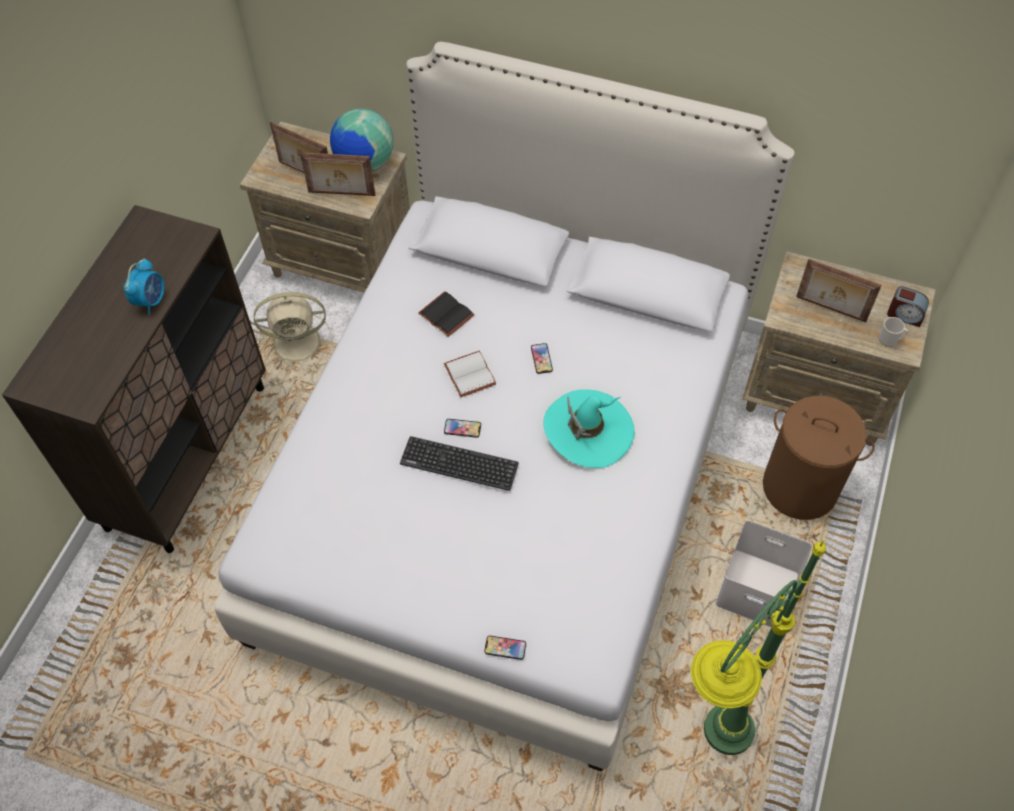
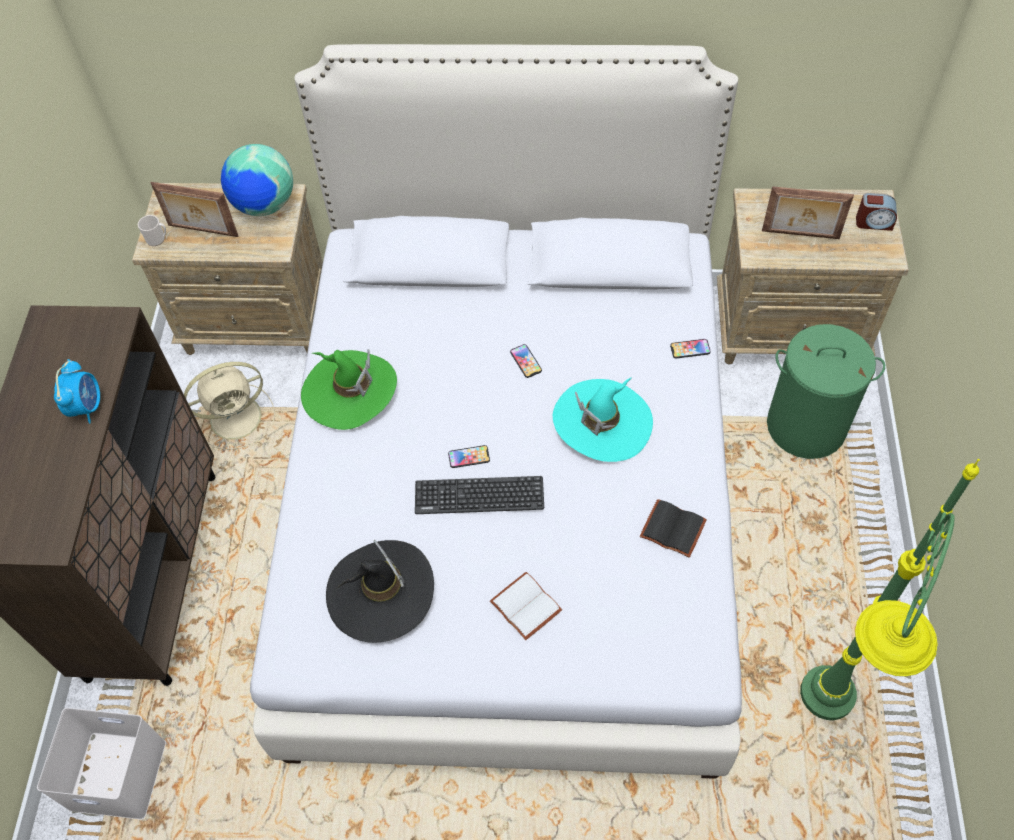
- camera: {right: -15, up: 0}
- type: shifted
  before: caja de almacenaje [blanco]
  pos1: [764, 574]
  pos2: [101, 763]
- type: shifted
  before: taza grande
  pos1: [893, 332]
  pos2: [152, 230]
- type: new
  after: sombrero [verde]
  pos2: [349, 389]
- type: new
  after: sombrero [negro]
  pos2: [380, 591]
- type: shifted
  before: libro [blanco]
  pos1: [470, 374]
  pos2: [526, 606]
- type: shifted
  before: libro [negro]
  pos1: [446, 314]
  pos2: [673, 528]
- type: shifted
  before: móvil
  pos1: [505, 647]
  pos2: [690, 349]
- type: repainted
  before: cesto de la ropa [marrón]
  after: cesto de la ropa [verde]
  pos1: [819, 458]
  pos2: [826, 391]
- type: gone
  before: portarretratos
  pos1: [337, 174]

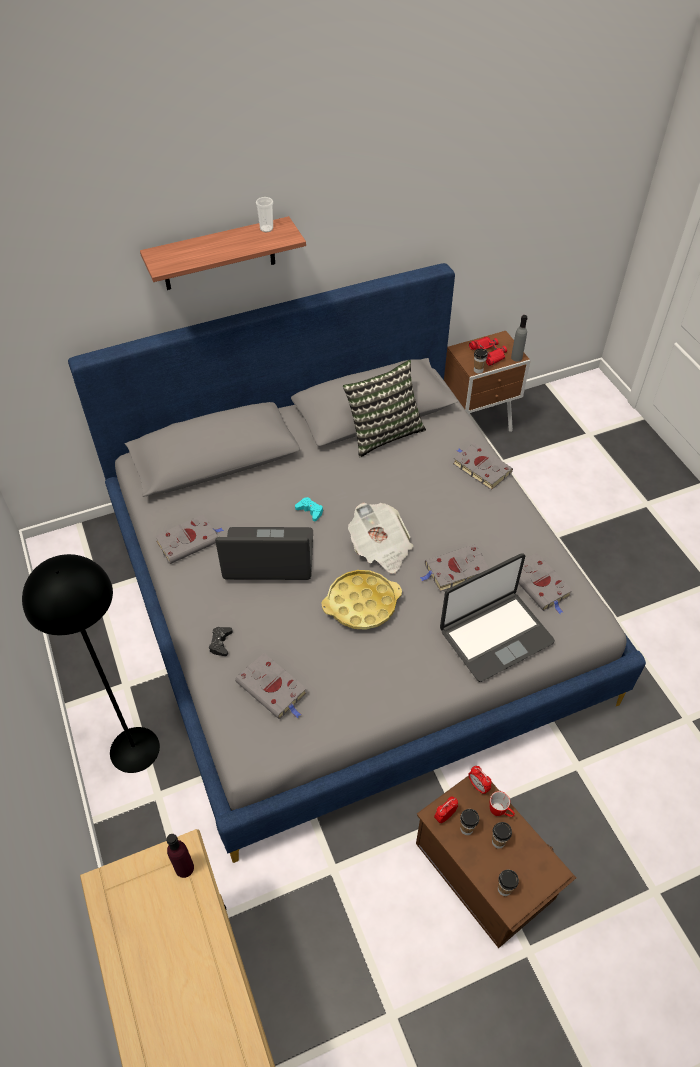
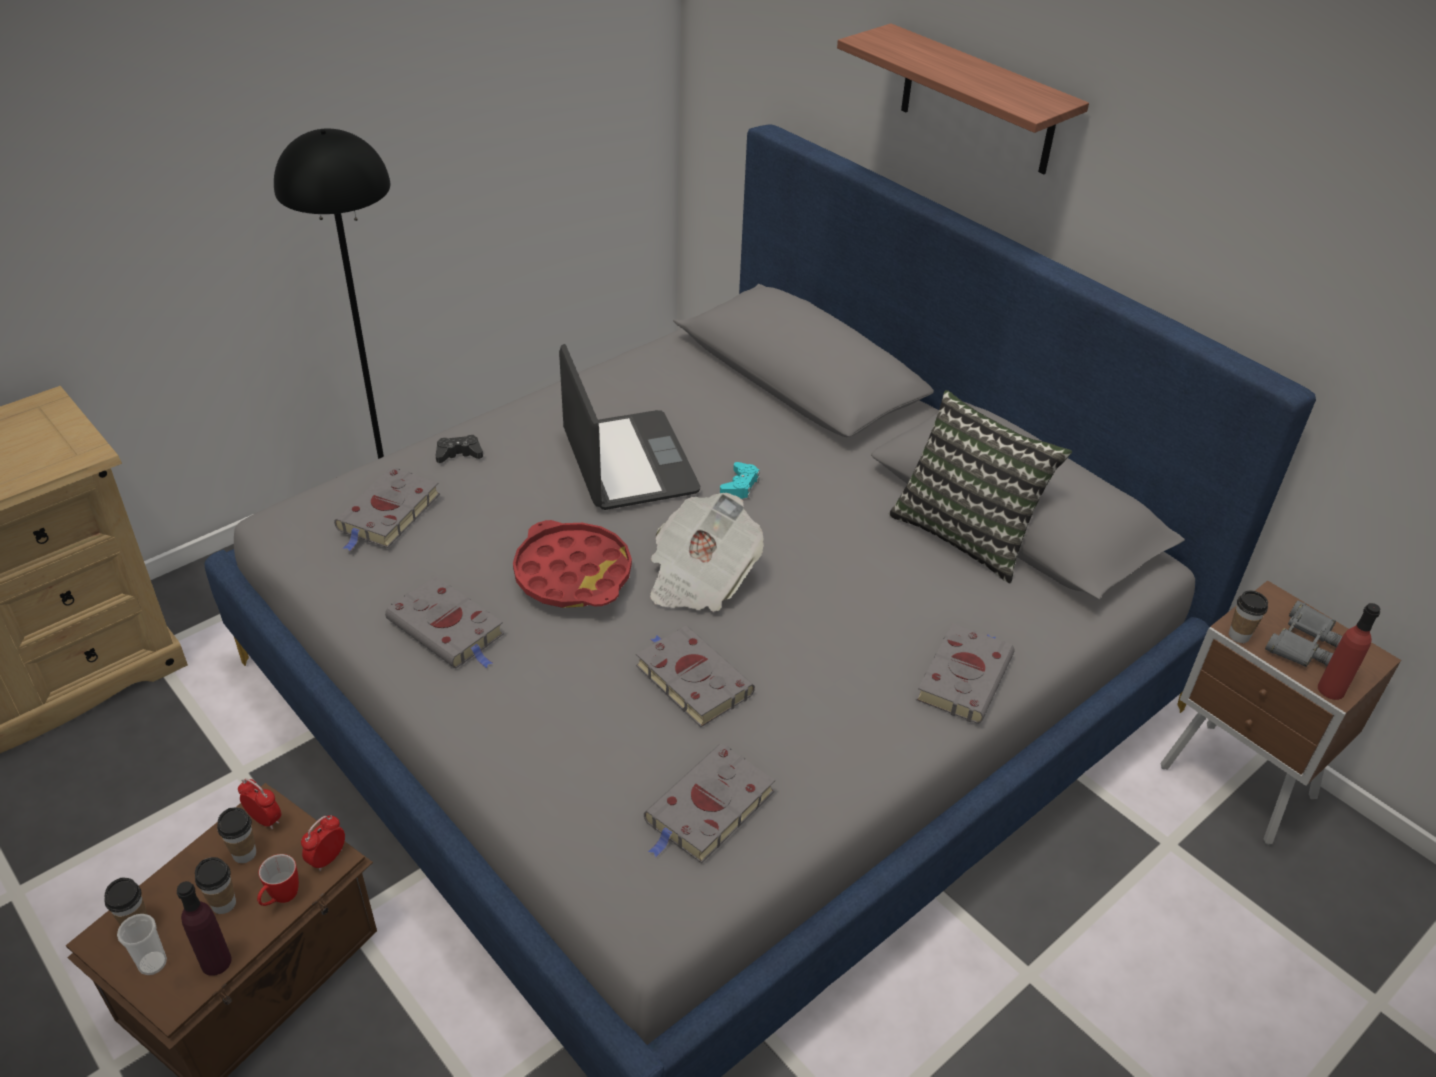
- camera: {right: 70, up: -10}
- type: shifted
  before: taza
  pos1: [264, 214]
  pos2: [142, 944]
- type: shifted
  before: botella [morado]
  pos1: [180, 856]
  pos2: [204, 928]
- type: shifted
  before: libro [gris]
  pos1: [189, 539]
  pos2: [444, 622]
- type: repainted
  before: bandeja [amarillo]
  after: bandeja [rojo]
  pos1: [362, 600]
  pos2: [572, 564]
- type: repainted
  before: prismáticos [rojo]
  after: prismáticos [gris]
  pos1: [488, 351]
  pos2: [1304, 634]
- type: repainted
  before: botella [gris]
  after: botella [rojo]
  pos1: [519, 338]
  pos2: [1349, 651]
- type: gone
  before: portátil
  pos1: [497, 617]

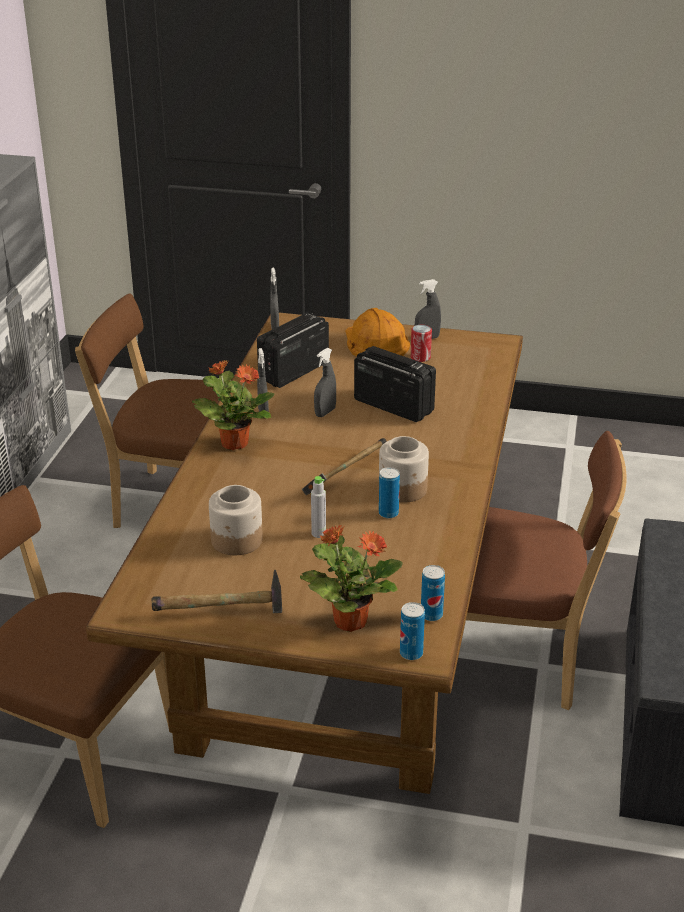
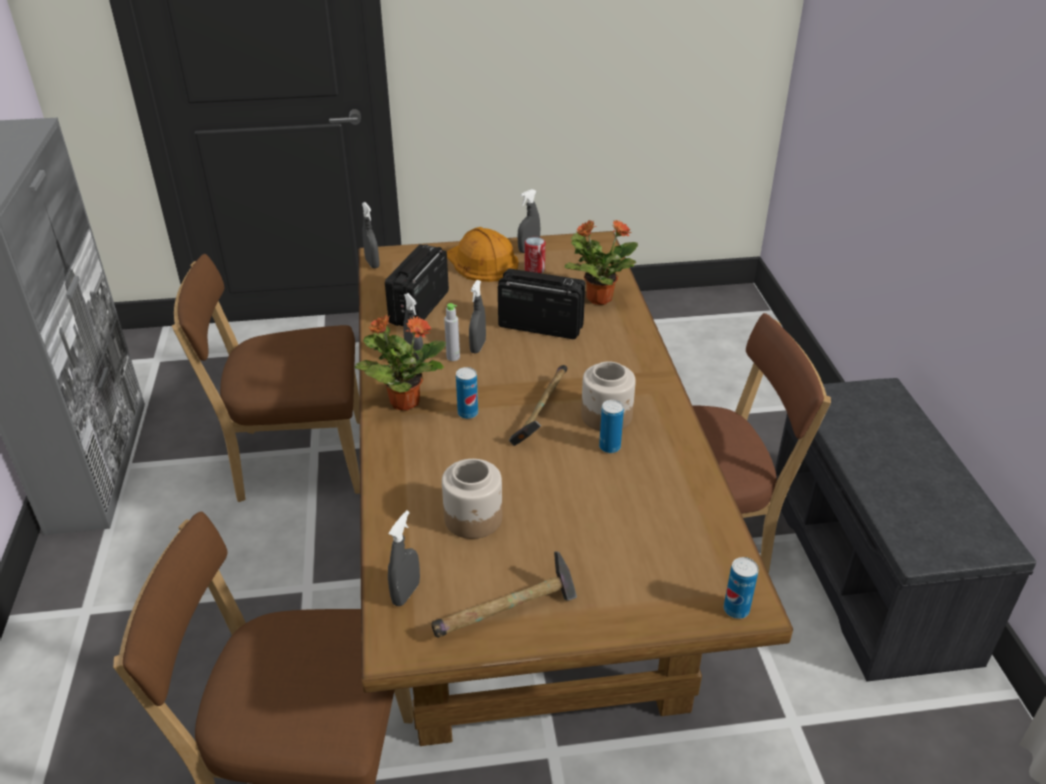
- camera: {right: -20, up: 5}
- type: new
  after: pulverizador [gris]
  pos2: [404, 558]
- type: shifted
  before: botella [gris]
  pos1: [318, 507]
  pos2: [452, 332]
- type: shifted
  before: lata
  pos1: [433, 593]
  pos2: [467, 393]
- type: shifted
  before: planta en maceta
  pos1: [351, 578]
  pos2: [601, 262]

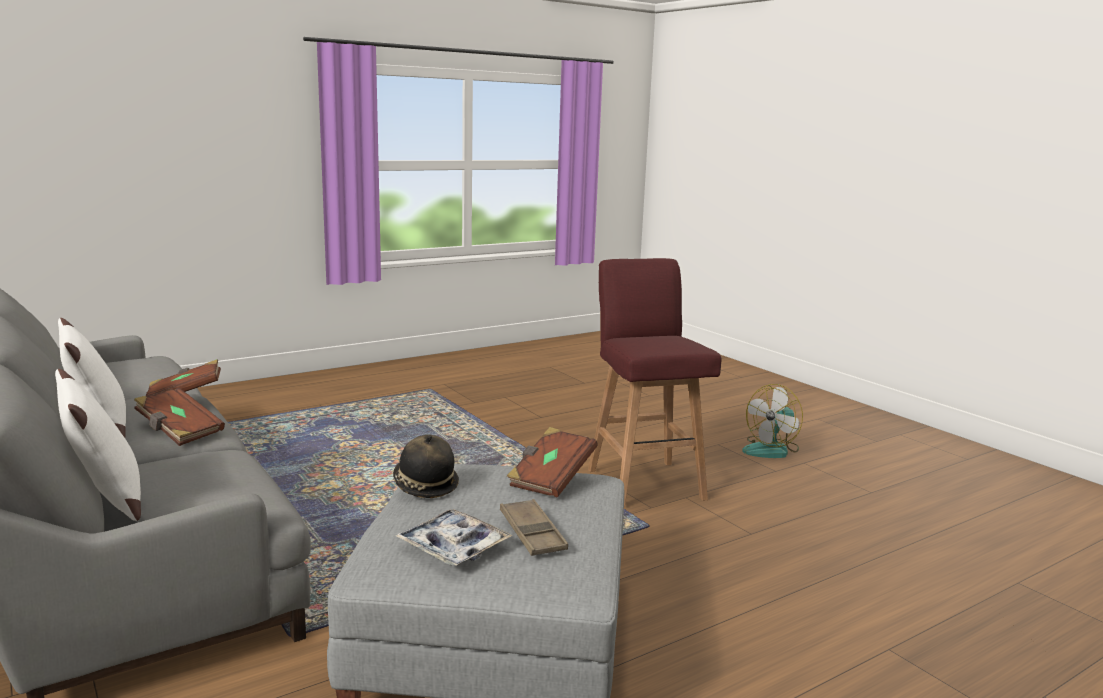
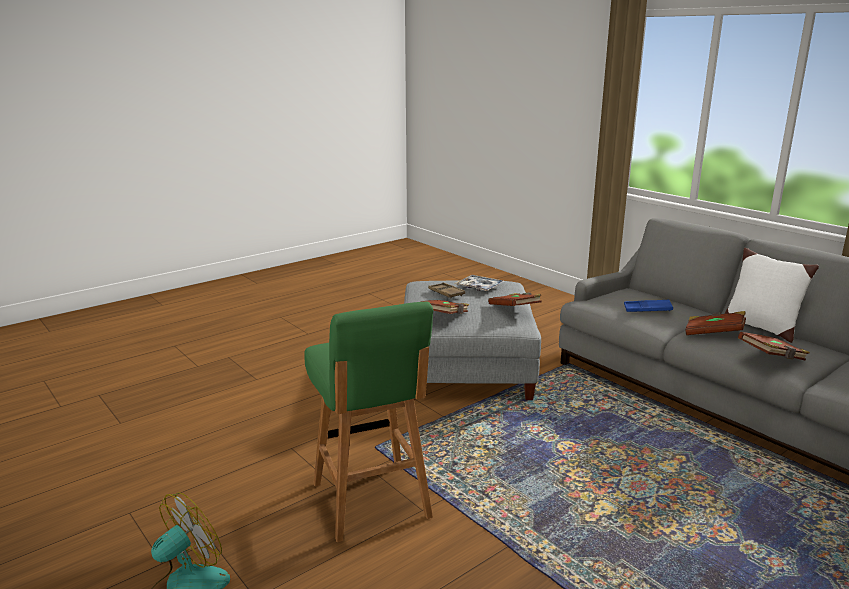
- camera: {right: 175, up: 5}
- type: repainted
  before: taburete [rojo]
  after: taburete [verde]
  pos1: [655, 383]
  pos2: [368, 421]
- type: swapped
  before: sombrero
  after: libro [marrón]
  pos1: [426, 466]
  pos2: [515, 299]
- type: new
  after: bandeja [azul]
  pos2: [648, 306]
- type: gone
  before: cojín [blanco]
  pos1: [98, 445]

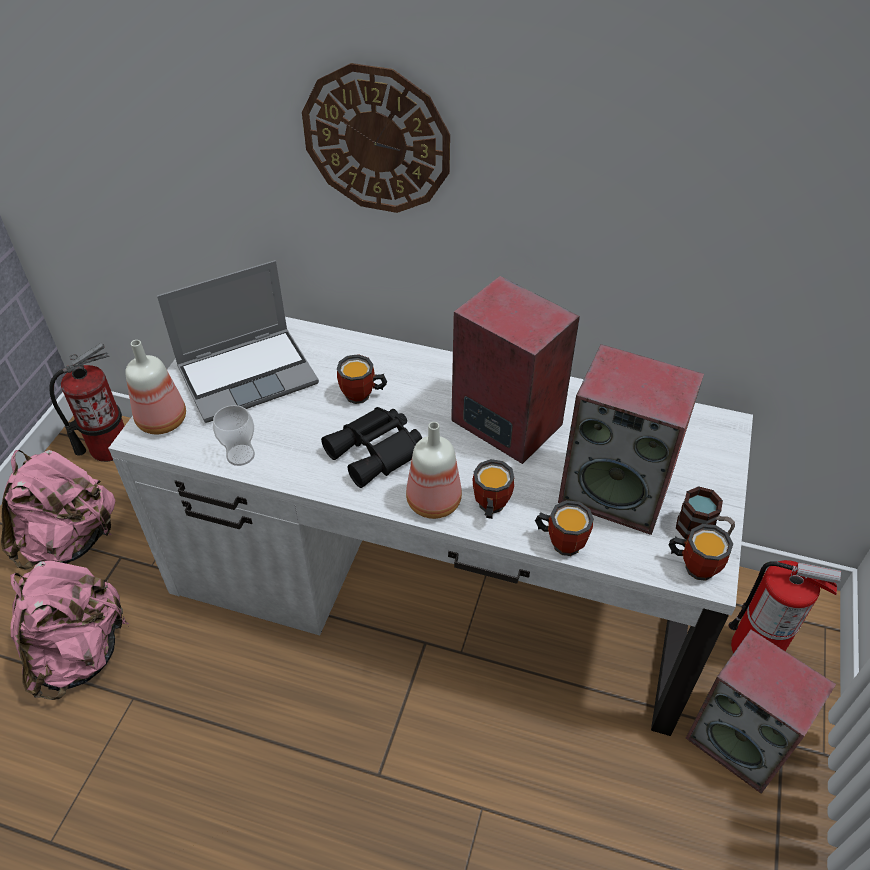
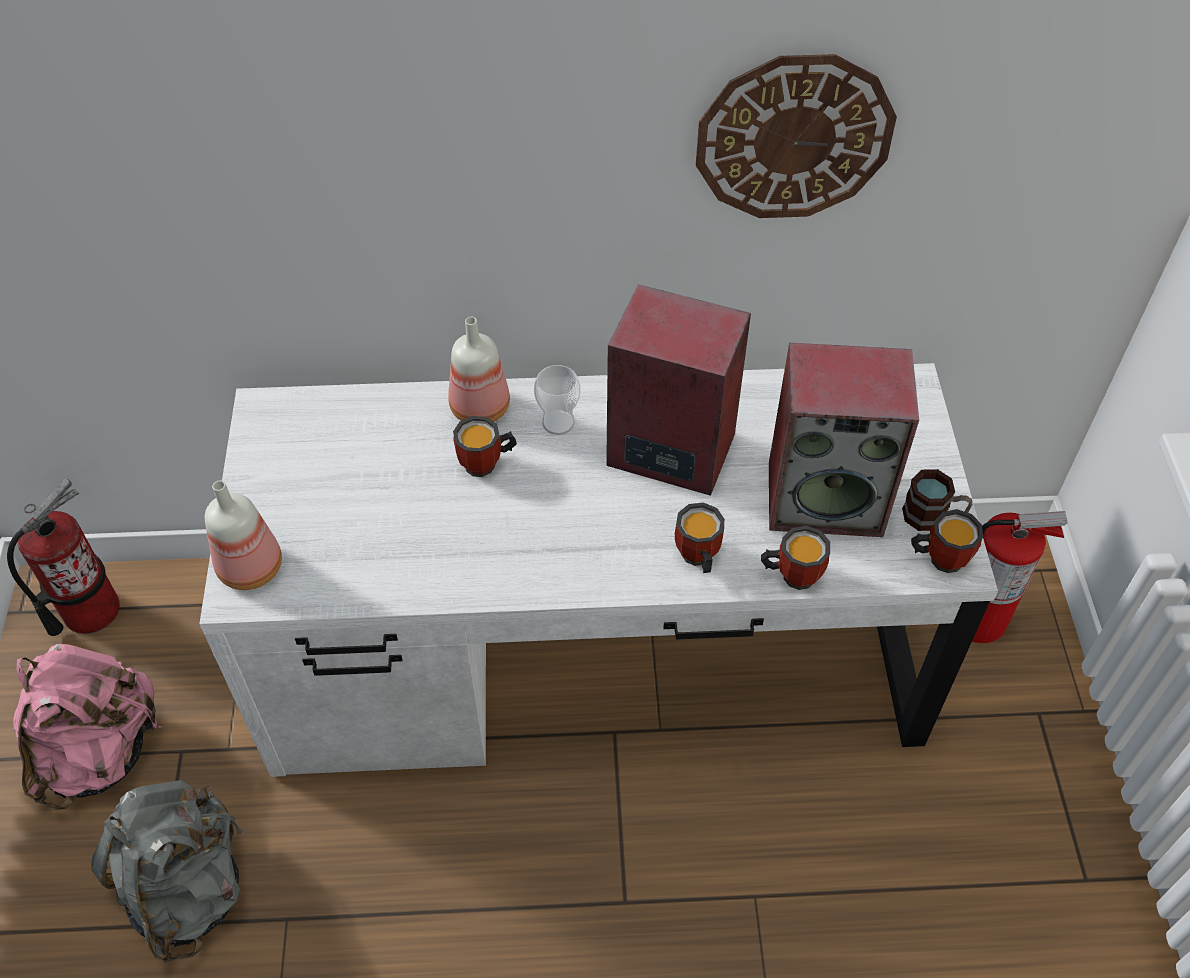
- camera: {right: -20, up: 5}
- type: repainted
  before: mochila [rosa]
  after: mochila [gris]
  pos1: [69, 630]
  pos2: [167, 871]
- type: shifted
  before: botella
  pos1: [434, 470]
  pos2: [479, 369]
- type: shifted
  before: taza
  pos1: [234, 435]
  pos2: [557, 400]
- type: shifted
  before: reloj de pared
  pos1: [376, 138]
  pos2: [796, 136]
- type: gone
  before: portátil
  pos1: [238, 341]
- type: gone
  before: prismáticos [negro]
  pos1: [371, 447]
- type: gone
  before: altavoz
  pos1: [761, 712]

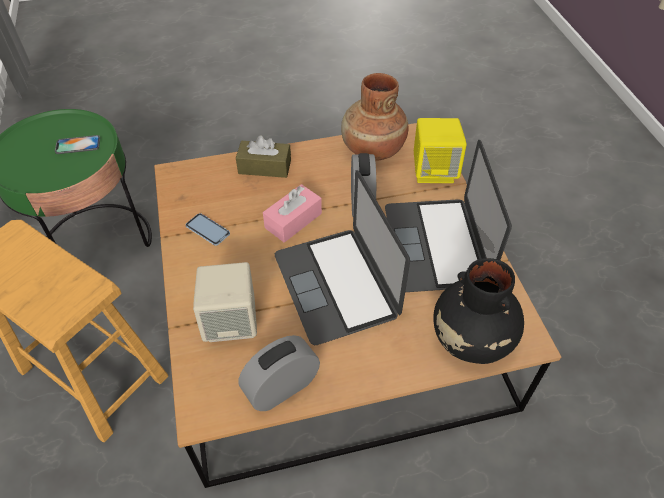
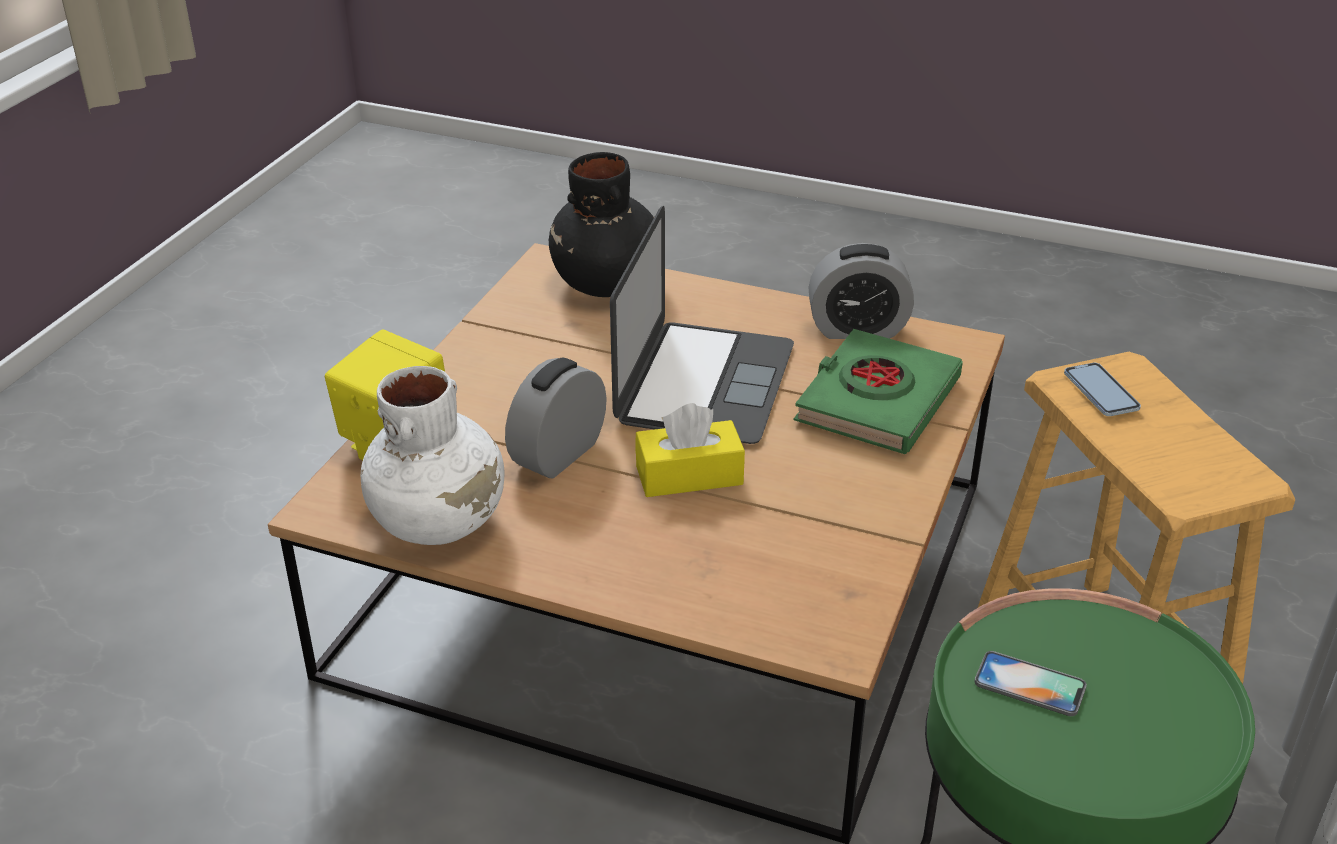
- camera: {right: -145, up: -15}
- type: repainted
  before: florero [marrón]
  after: florero [blanco]
  pos1: [374, 117]
  pos2: [432, 455]
- type: repainted
  before: caja de pañuelos [rosa]
  after: caja de pañuelos [amarillo]
  pos1: [292, 213]
  pos2: [690, 450]
- type: swapped
  before: altavoz [beis]
  after: libro [verde]
  pos1: [225, 302]
  pos2: [878, 391]
- type: shifted
  before: móvil
  pos1: [208, 229]
  pos2: [1102, 389]
- type: gone
  before: caja de pañuelos [marrón]
  pos1: [263, 156]
- type: gone
  before: portátil
  pos1: [448, 216]

